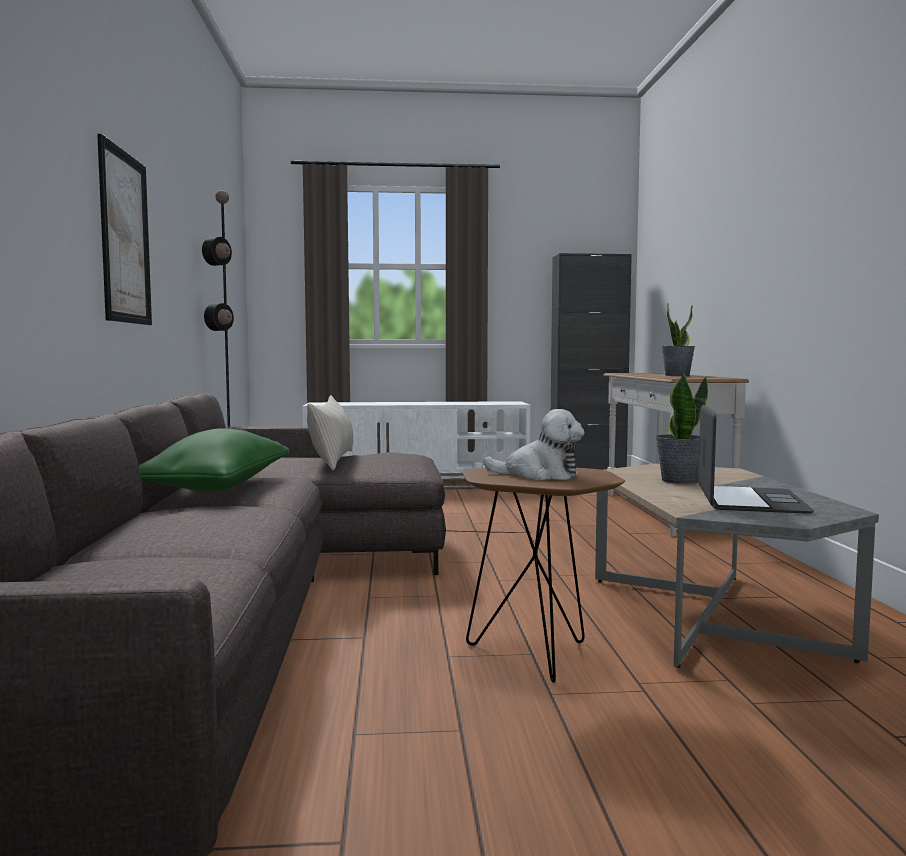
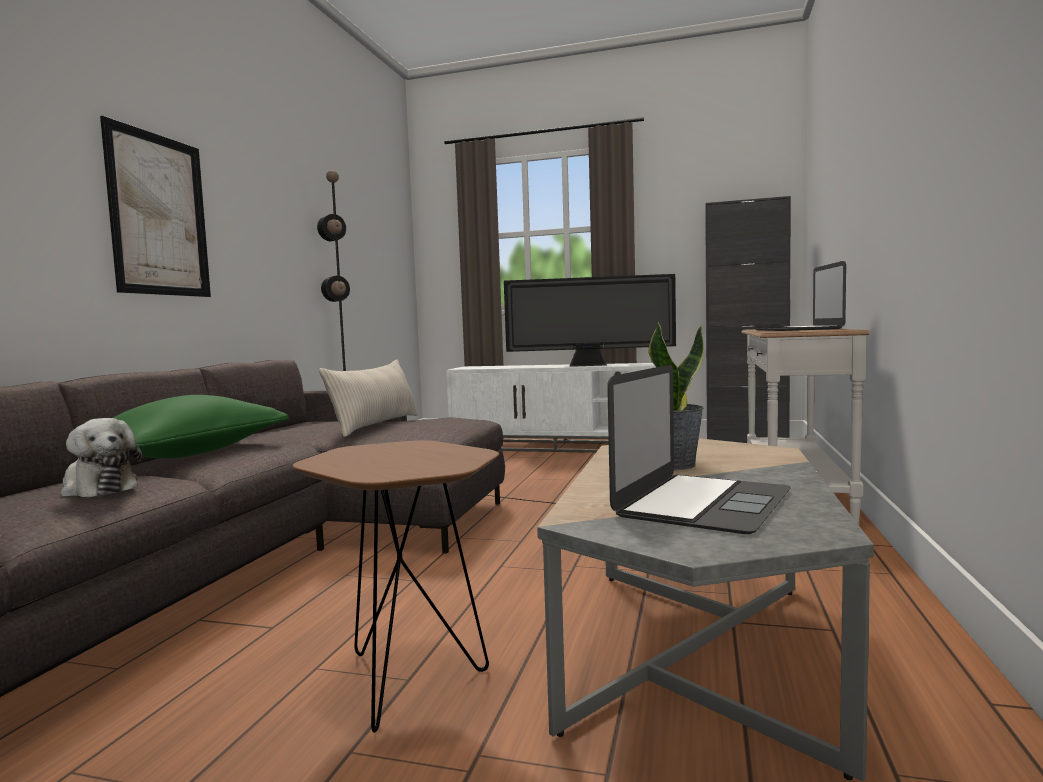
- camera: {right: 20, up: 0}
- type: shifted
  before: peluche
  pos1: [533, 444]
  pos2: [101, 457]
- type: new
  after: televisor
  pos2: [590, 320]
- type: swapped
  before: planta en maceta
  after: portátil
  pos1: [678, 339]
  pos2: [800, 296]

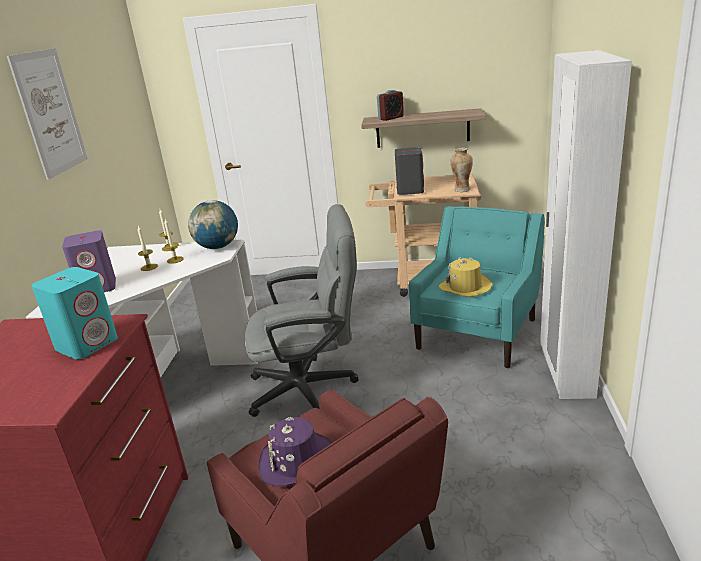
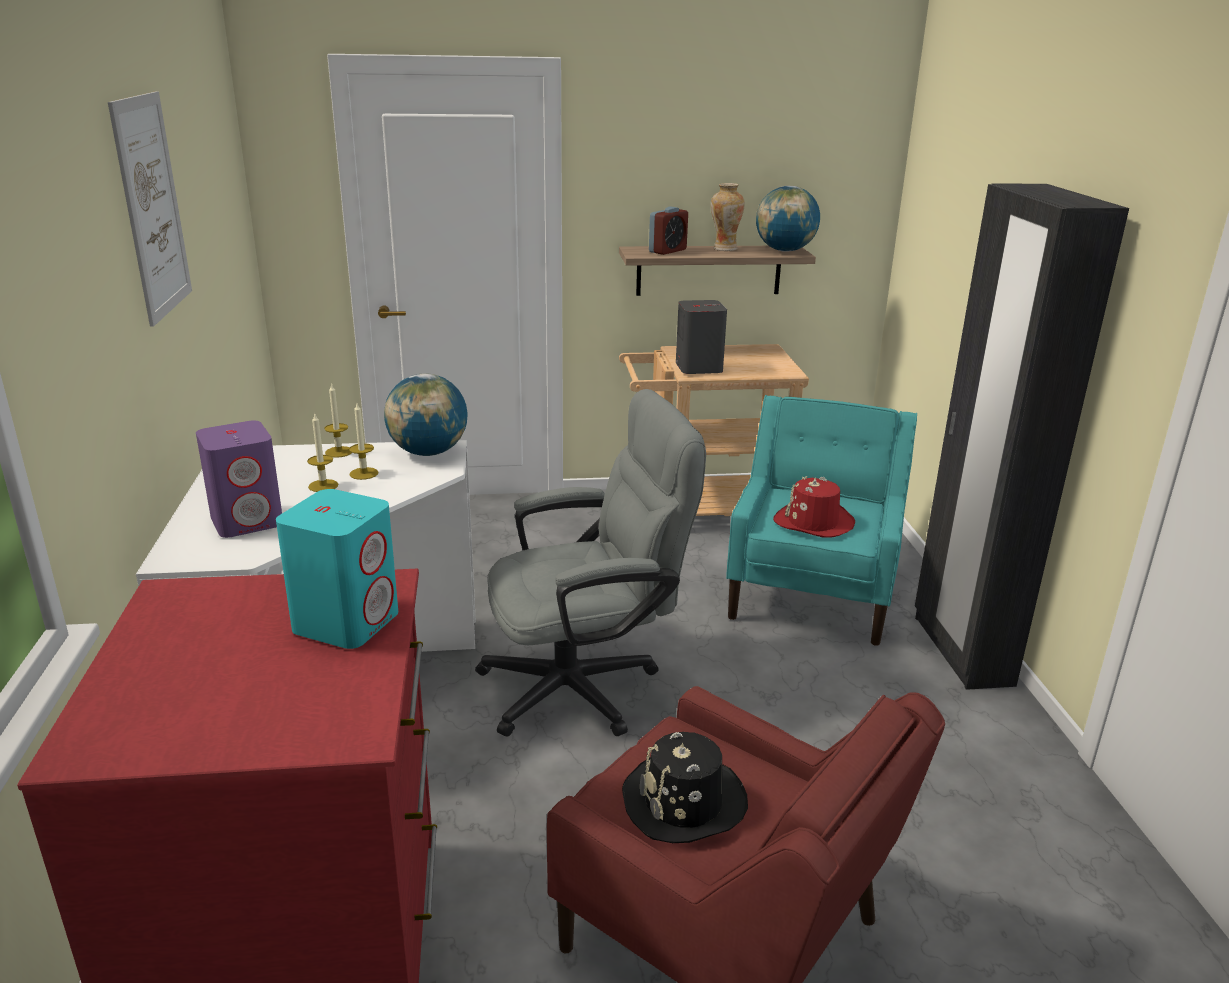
- camera: {right: -15, up: 0}
- type: repainted
  before: sombrero [morado]
  after: sombrero [negro]
  pos1: [295, 451]
  pos2: [685, 787]
- type: shifted
  before: florero
  pos1: [461, 170]
  pos2: [728, 217]
- type: new
  after: globo terráqueo
  pos2: [788, 219]
- type: repainted
  before: sombrero [amarillo]
  after: sombrero [rojo]
  pos1: [466, 277]
  pos2: [814, 507]
- type: repainted
  before: armario ropero [blanco]
  after: armario ropero [negro]
  pos1: [586, 224]
  pos2: [1022, 437]

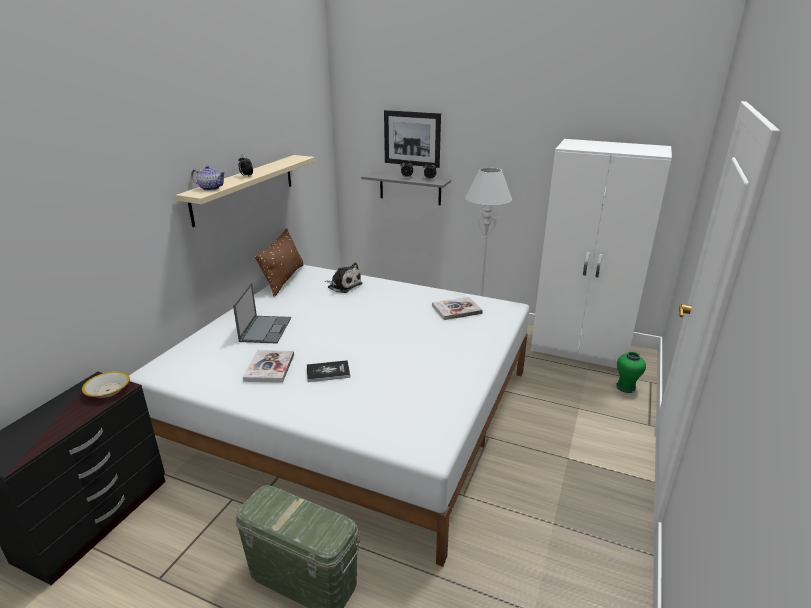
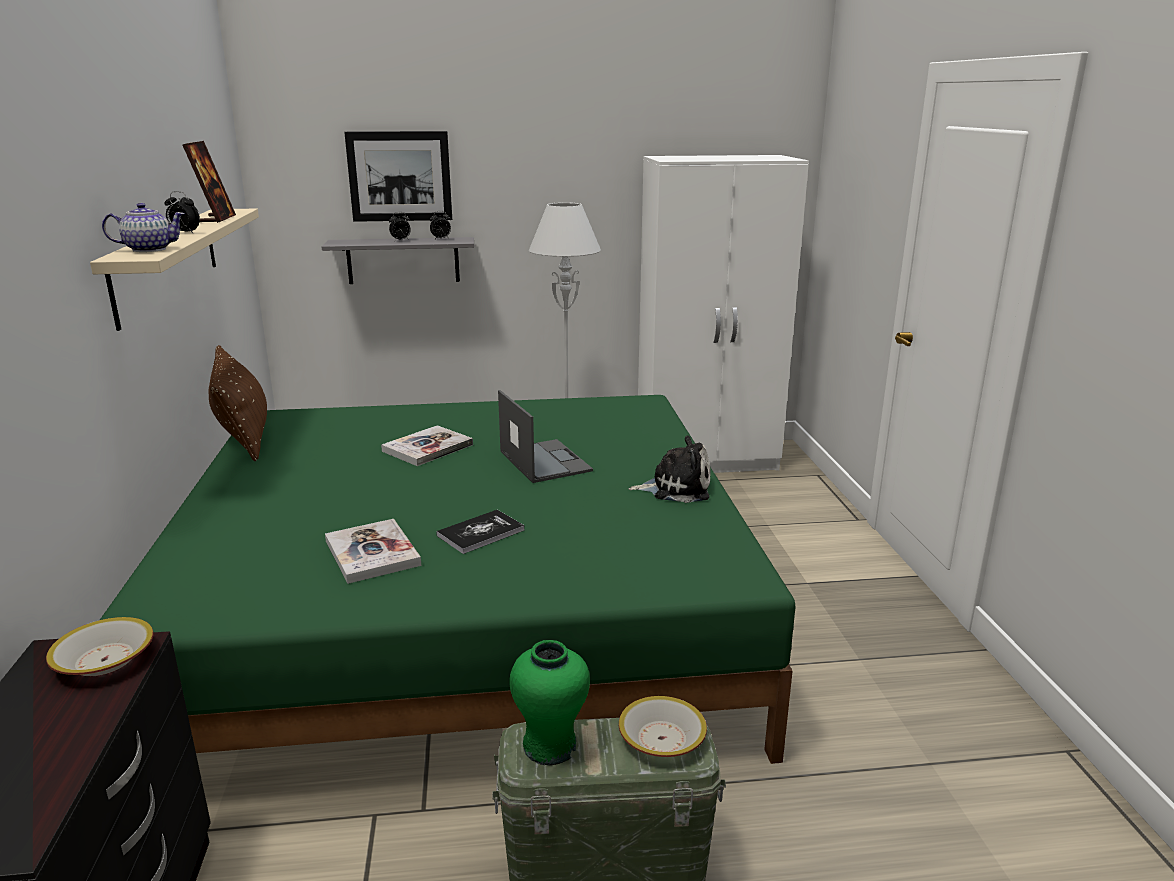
- camera: {right: -30, up: -5}
- type: repainted
  before: cama [blanco]
  after: cama [verde]
  pos1: [329, 416]
  pos2: [448, 579]
- type: new
  after: portarretratos
  pos2: [209, 182]
- type: shifted
  before: libro
  pos1: [457, 308]
  pos2: [427, 445]
- type: shifted
  before: portátil
  pos1: [262, 313]
  pos2: [545, 436]
- type: shifted
  before: florero [verde]
  pos1: [631, 372]
  pos2: [549, 703]
- type: new
  after: cuenco
  pos2: [663, 726]
- type: shifted
  before: peluche
  pos1: [343, 277]
  pos2: [669, 469]

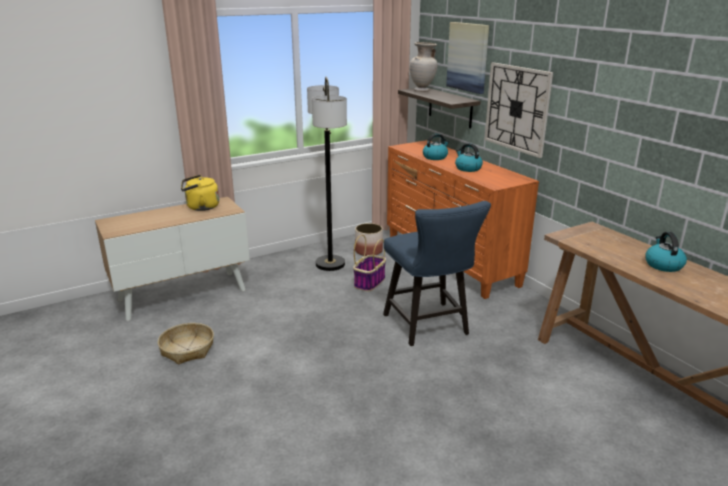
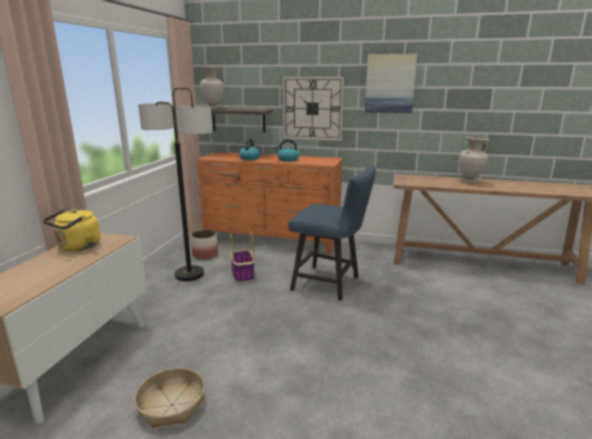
- camera: {right: -45, up: -5}
- type: shifted
  before: cuadro
  pos1: [467, 58]
  pos2: [391, 83]
- type: swapped
  before: hervidor
  after: florero [beis]
  pos1: [666, 252]
  pos2: [473, 160]

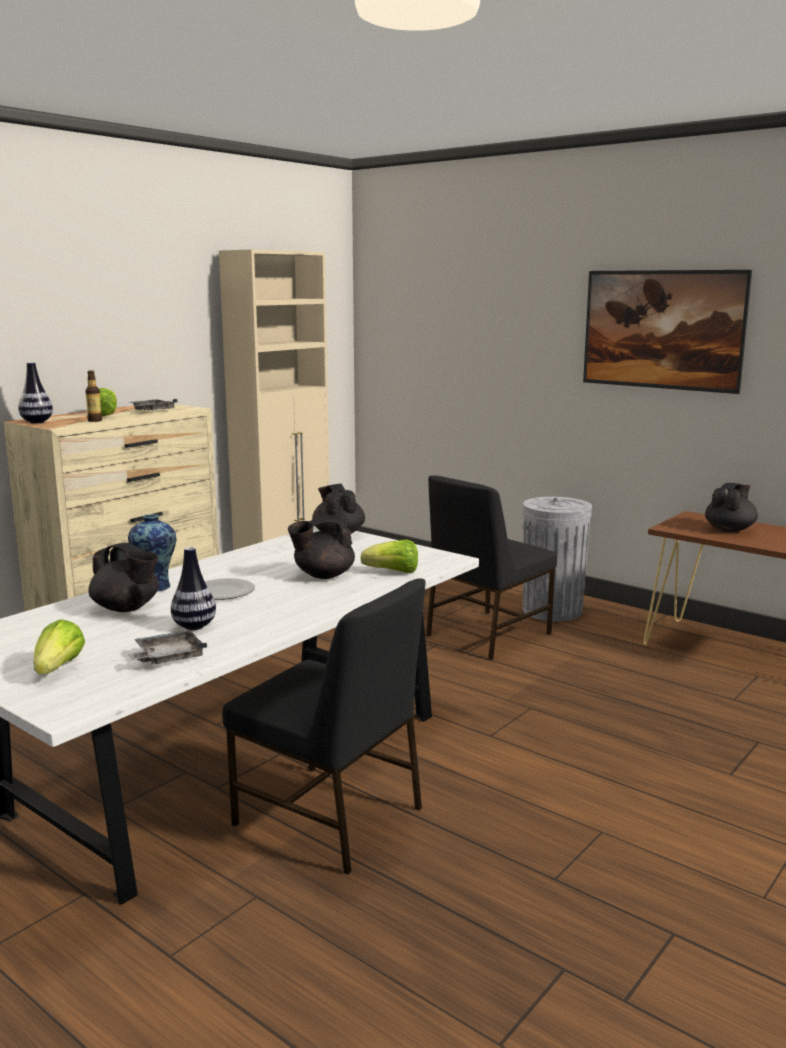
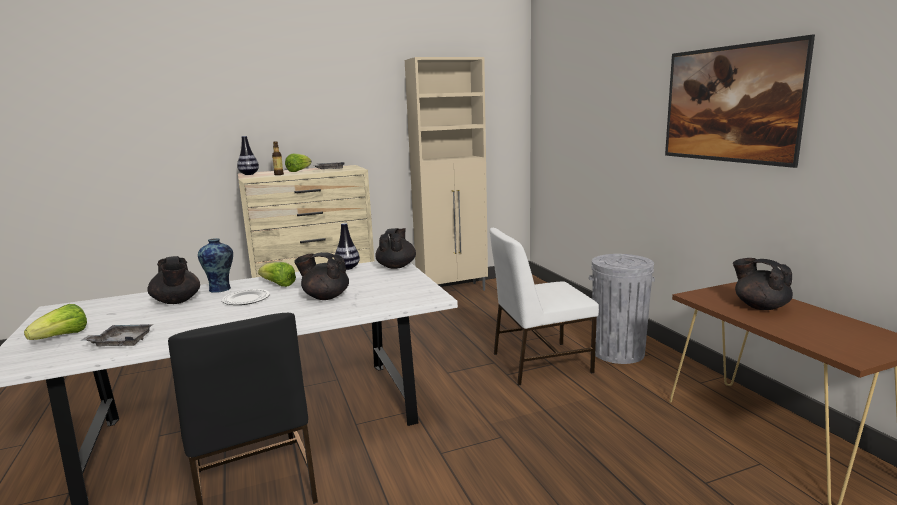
- camera: {right: 30, up: 0}
- type: shifted
  before: lechuga
  pos1: [389, 556]
  pos2: [277, 274]
- type: shifted
  before: florero
  pos1: [193, 588]
  pos2: [347, 246]
- type: repainted
  before: silla [negro]
  after: silla [blanco]
  pos1: [491, 567]
  pos2: [544, 306]
- type: rotated
  before: tetera [negro]
  pos1: [731, 507]
  pos2: [763, 284]
  turn: -105

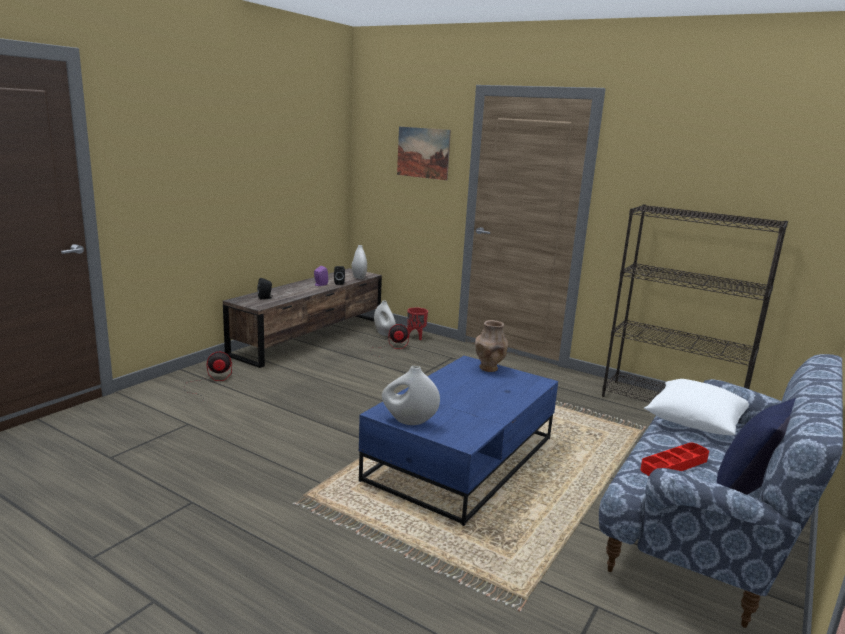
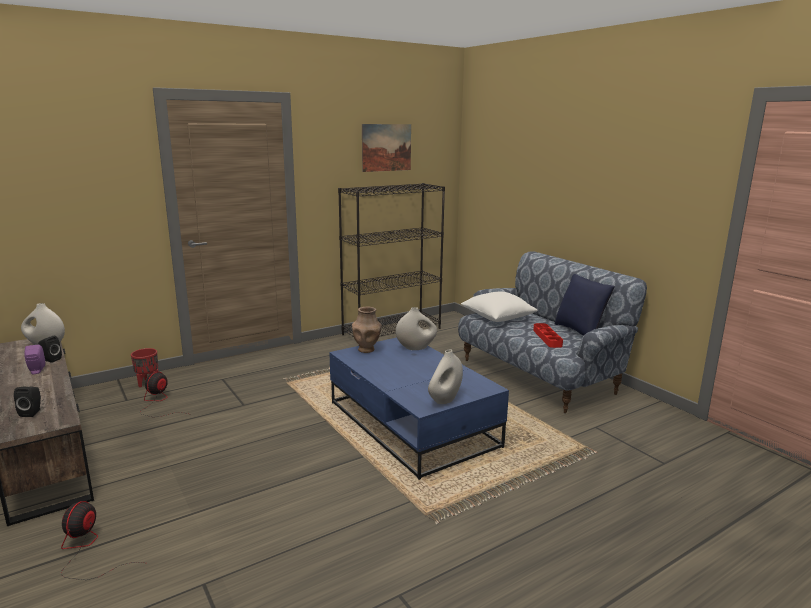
- camera: {right: -65, up: 0}
- type: shifted
  before: cuadro
  pos1: [424, 153]
  pos2: [386, 148]
- type: shifted
  before: florero [blanco]
  pos1: [385, 318]
  pos2: [416, 328]

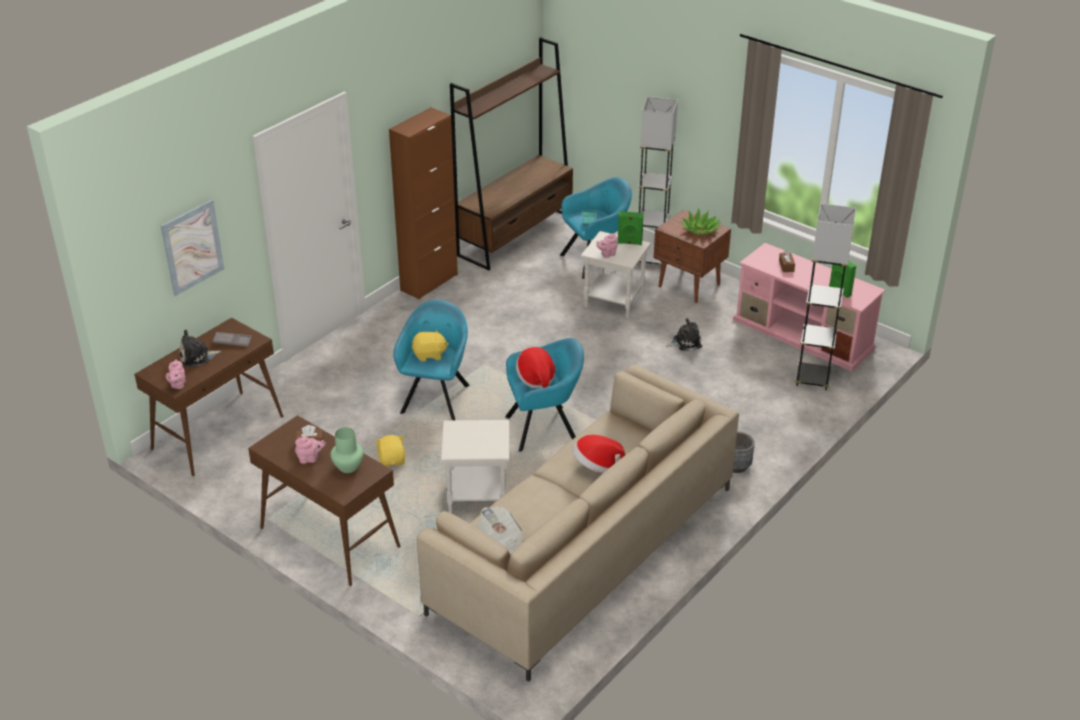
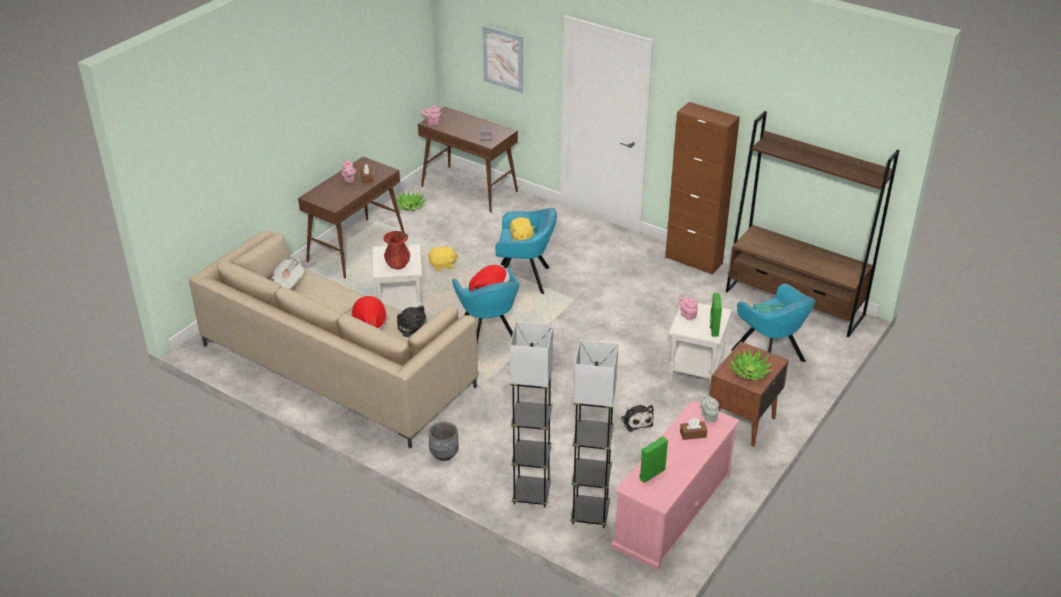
- camera: {right: 85, up: 0}
- type: new
  after: florero [rojo]
  pos2: [396, 250]
- type: new
  after: planta en maceta
  pos2: [411, 200]
- type: shifted
  before: peluche
  pos1: [200, 348]
  pos2: [412, 321]
- type: shifted
  before: lámpara de pie [gris]
  pos1: [657, 181]
  pos2: [531, 415]
- type: new
  after: tetera [gris]
  pos2: [709, 406]
- type: gone
  before: florero [verde]
  pos1: [347, 450]

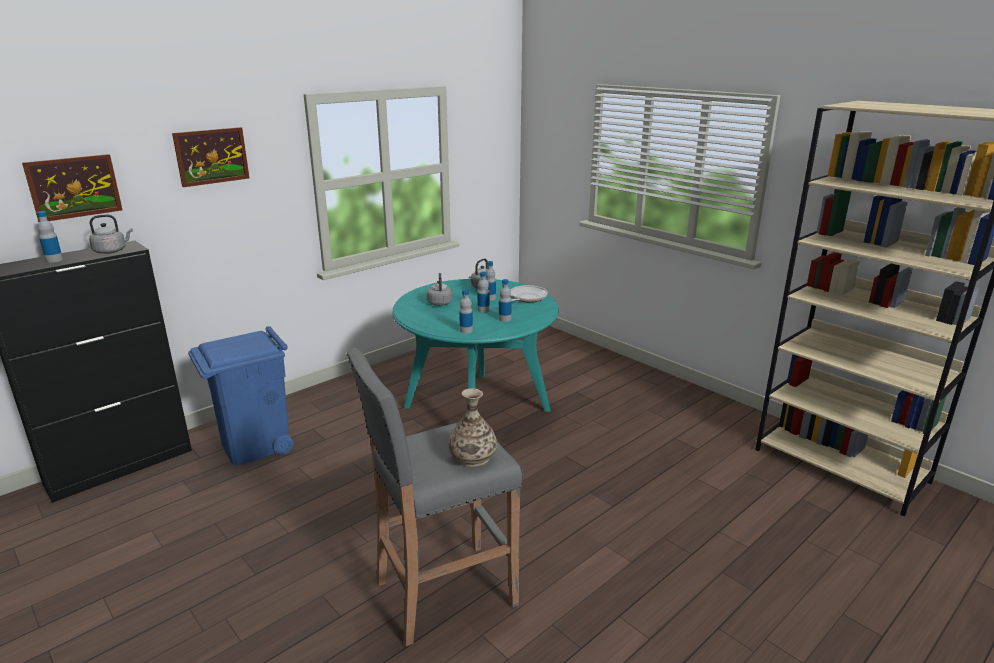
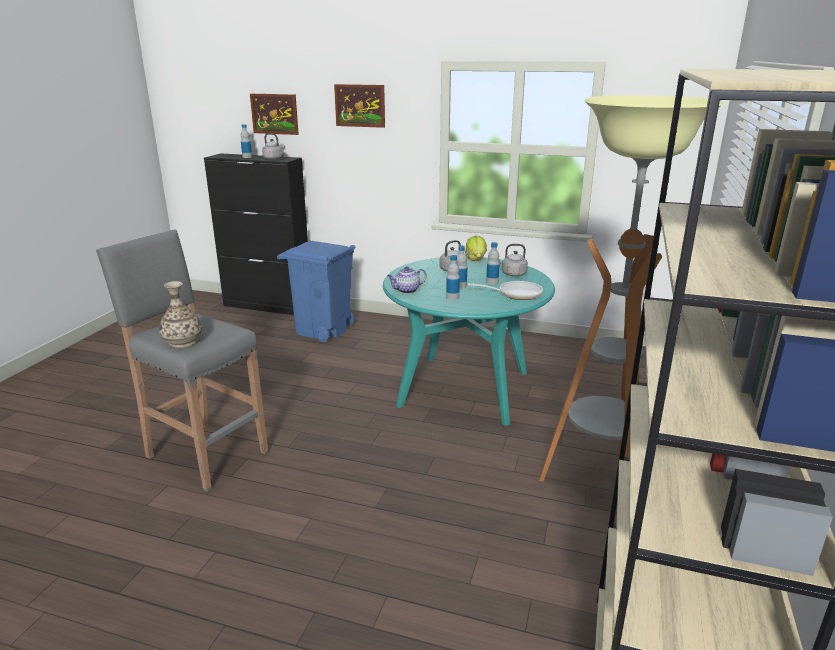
- camera: {right: 60, up: 0}
- type: swapped
  before: botella
  after: tetera
  pos1: [466, 311]
  pos2: [407, 280]
- type: new
  after: lechuga
  pos2: [476, 248]
- type: new
  after: lámpara de pie
  pos2: [631, 288]

